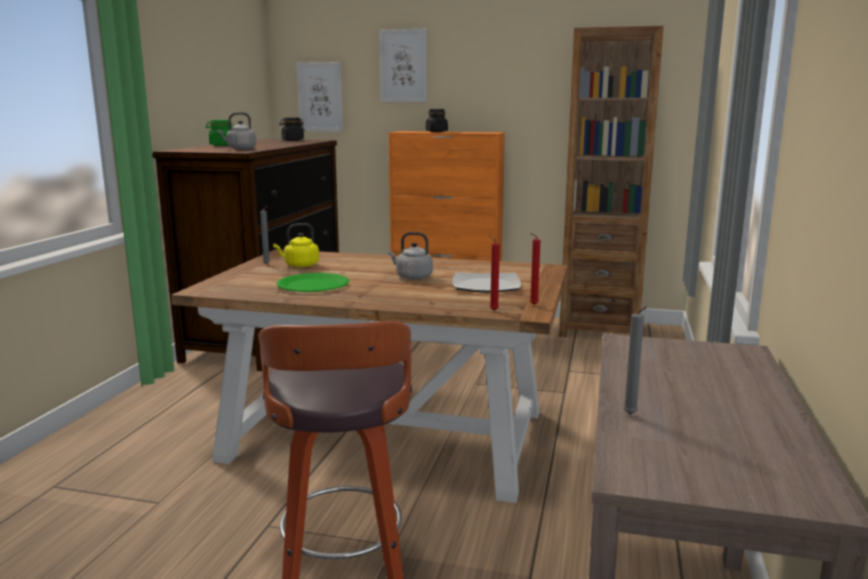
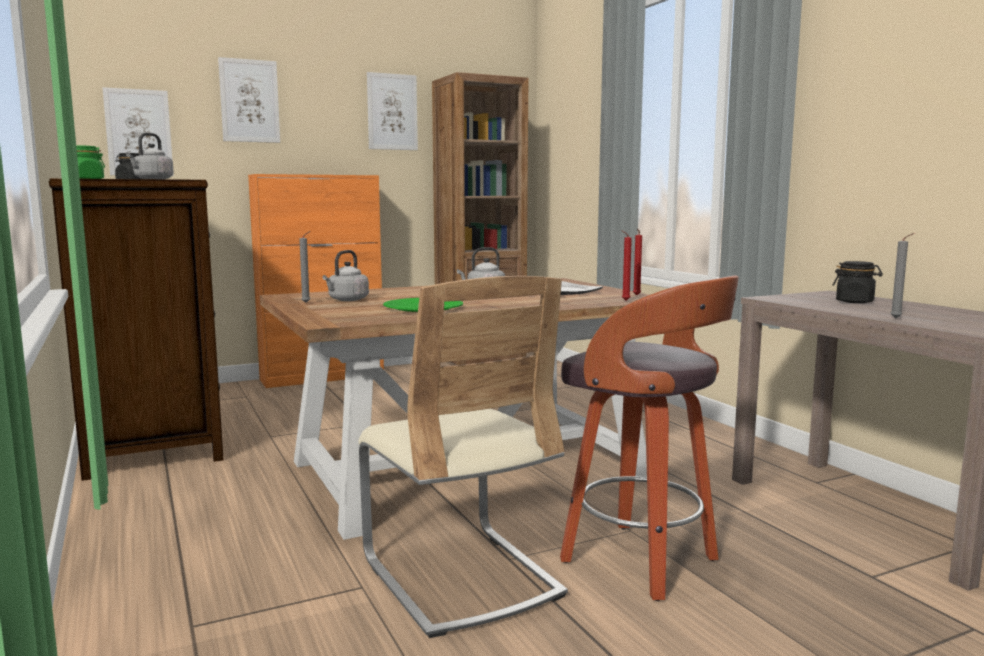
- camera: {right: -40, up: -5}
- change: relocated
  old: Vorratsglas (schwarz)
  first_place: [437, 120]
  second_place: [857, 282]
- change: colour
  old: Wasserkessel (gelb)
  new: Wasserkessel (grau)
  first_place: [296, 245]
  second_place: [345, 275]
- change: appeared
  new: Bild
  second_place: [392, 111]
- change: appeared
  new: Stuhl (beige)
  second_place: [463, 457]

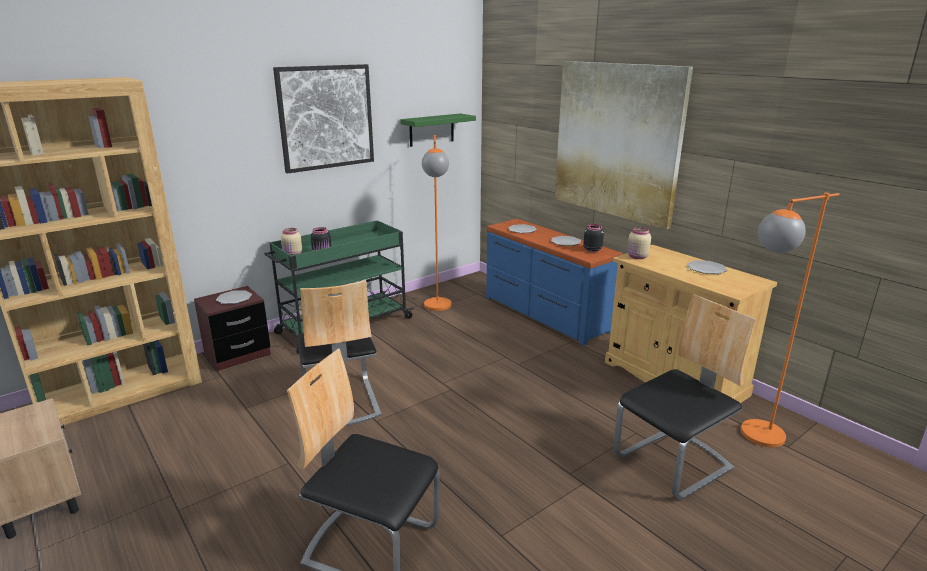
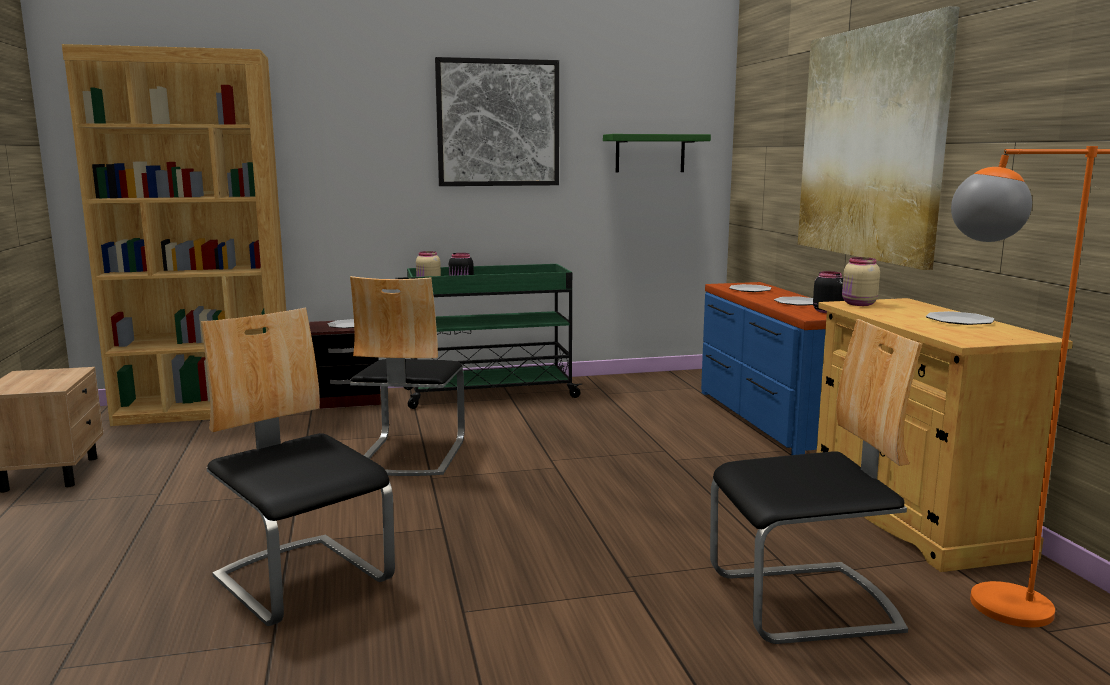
- camera: {right: 25, up: -10}
- change: missing
  old: Stehlampe (orange)
  first_place: [436, 223]

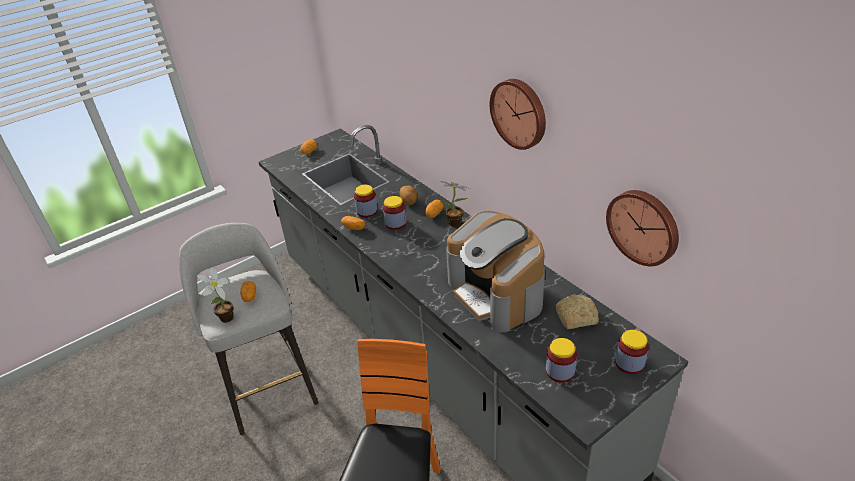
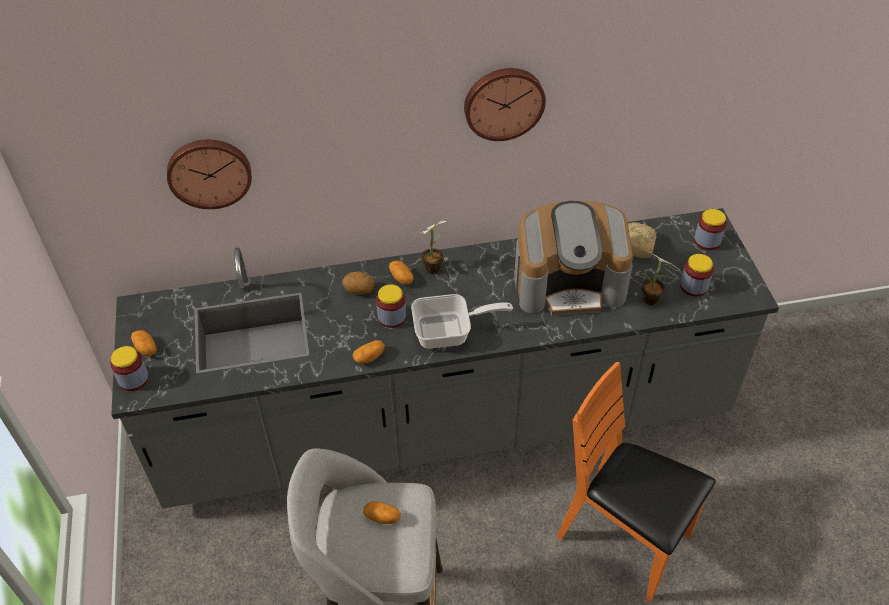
- camera: {right: -65, up: 10}
- change: relocated
  old: Vorratsglas
  first_place: [365, 201]
  second_place: [129, 368]
- change: relocated
  old: Wanduhr
  first_place: [642, 228]
  second_place: [209, 174]
- change: relocated
  old: Topfpflanze
  first_place: [215, 295]
  second_place: [658, 277]
- change: appeared
  new: Pfanne
  second_place: [462, 321]

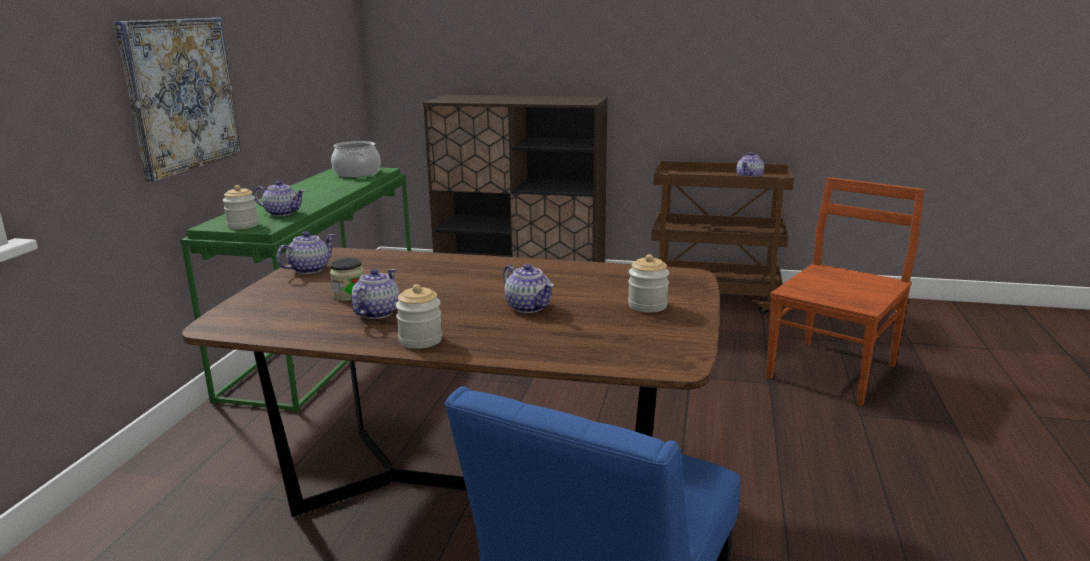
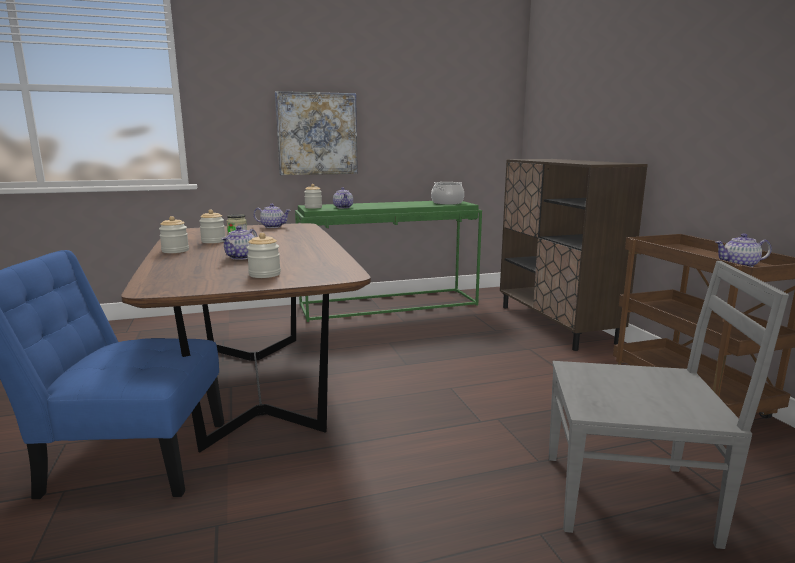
- camera: {right: 60, up: -5}
- change: colour
  old: Stuhl (braun)
  new: Stuhl (grau)
  first_place: [845, 291]
  second_place: [669, 405]
- change: exchanged
  old: Teekanne
  new: Vorratsglas
  first_place: [375, 294]
  second_place: [212, 226]

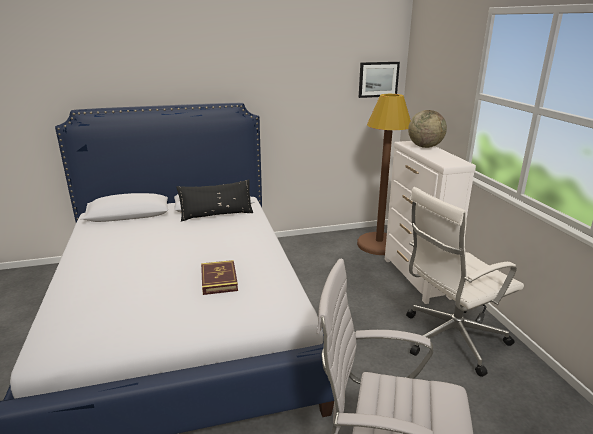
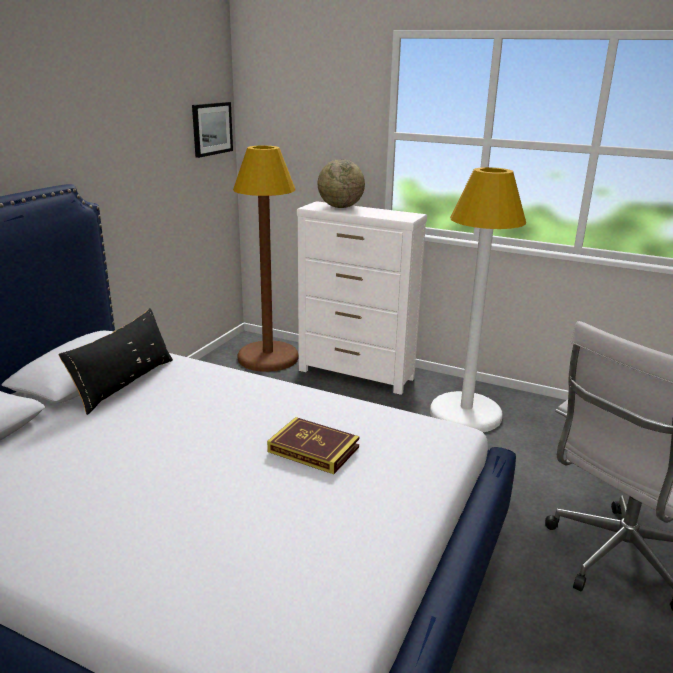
- camera: {right: -50, up: 0}
- change: exchanged
  old: Bürostuhl (weiß)
  new: Stehlampe (weiß)
  first_place: [465, 282]
  second_place: [478, 299]

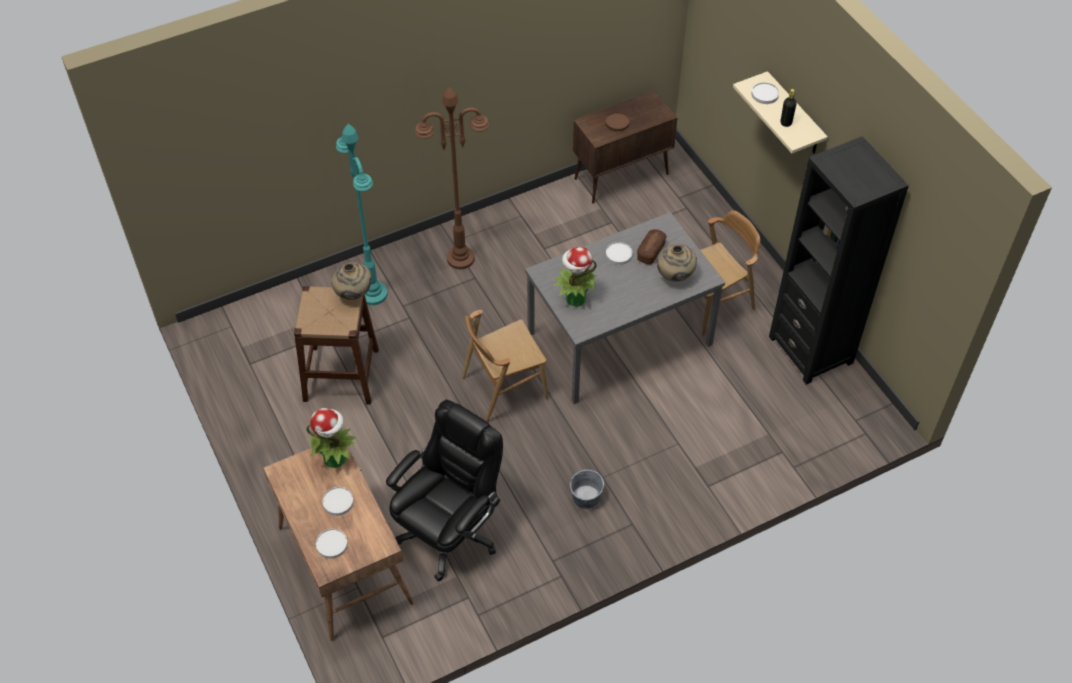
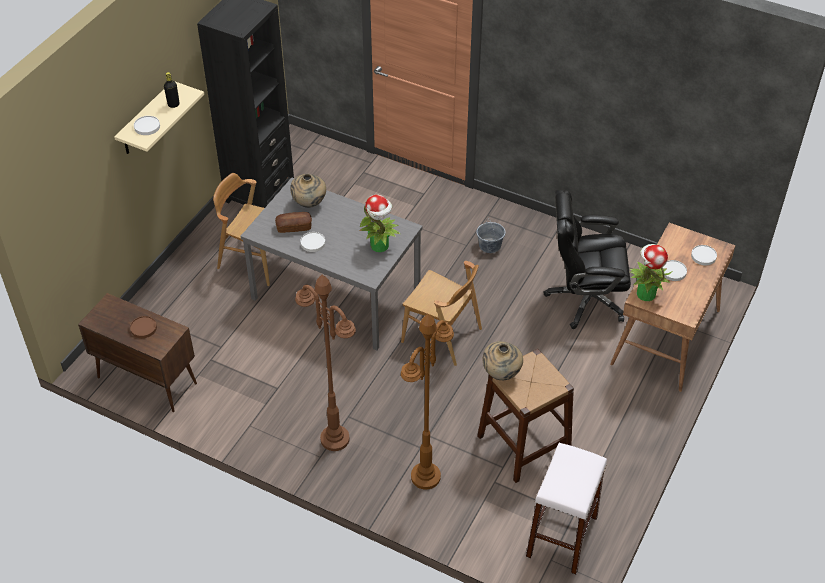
- camera: {right: -125, up: -5}
- change: colour
  old: Stehlampe (türkis)
  new: Stehlampe (braun)
  first_place: [362, 214]
  second_place: [427, 402]
- change: appeared
  new: Hocker (weiß)
  second_place: [566, 508]

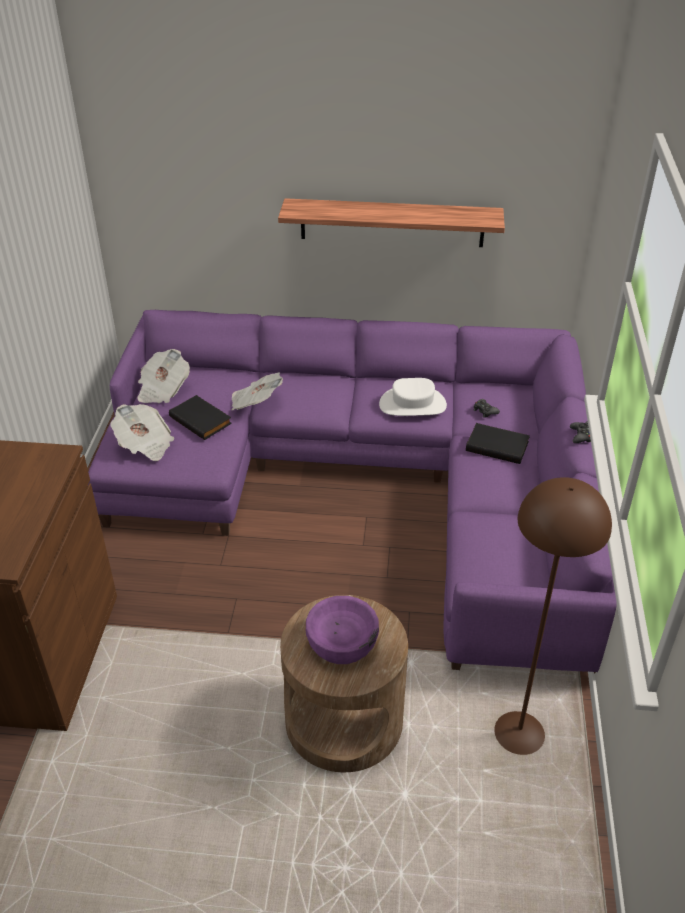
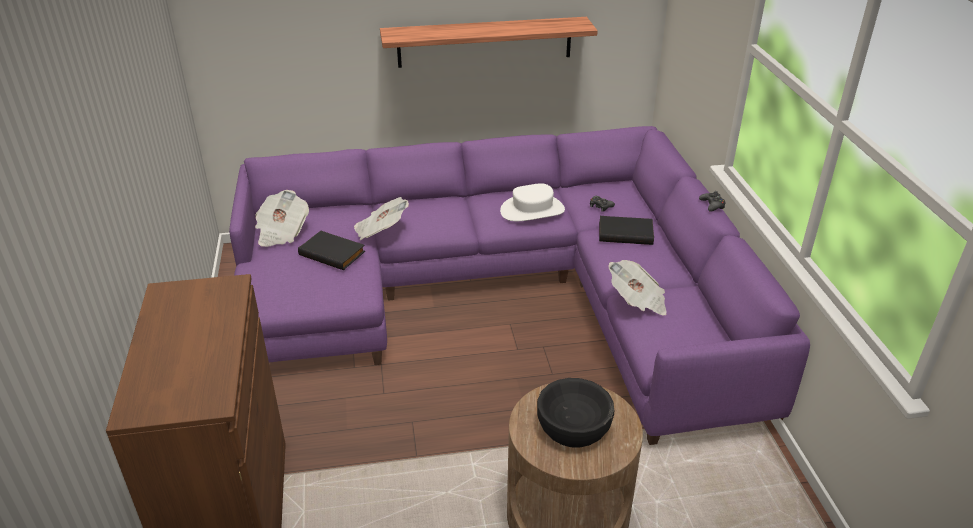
- camera: {right: -15, up: -5}
- change: relocated
  old: Zeitung
  first_place: [142, 432]
  second_place: [637, 287]
- change: missing
  old: Stehlampe (braun)
  first_place: [553, 616]
- change: colour
  old: Schüssel (lila)
  new: Schüssel (schwarz)
  first_place: [342, 630]
  second_place: [575, 413]

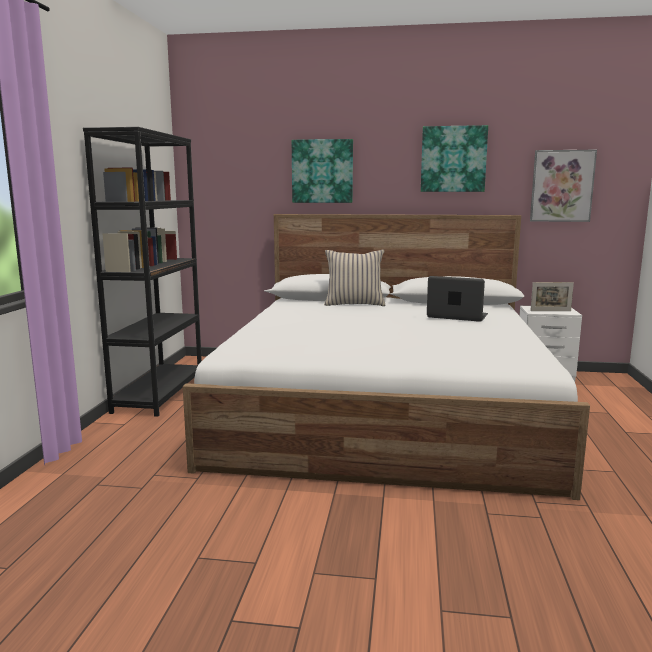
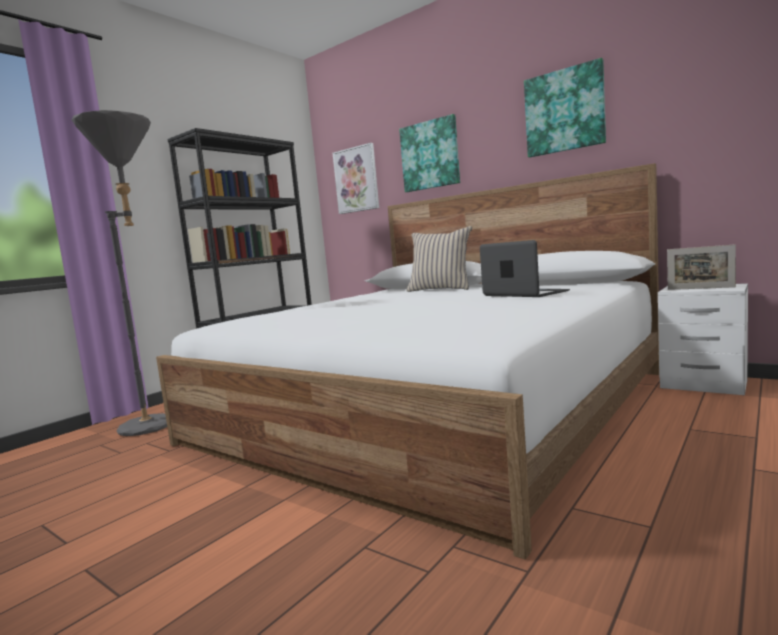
- camera: {right: 30, up: -5}
- change: relocated
  old: Bild
  first_place: [563, 186]
  second_place: [355, 178]
- change: appeared
  new: Stehlampe (grau)
  second_place: [119, 273]

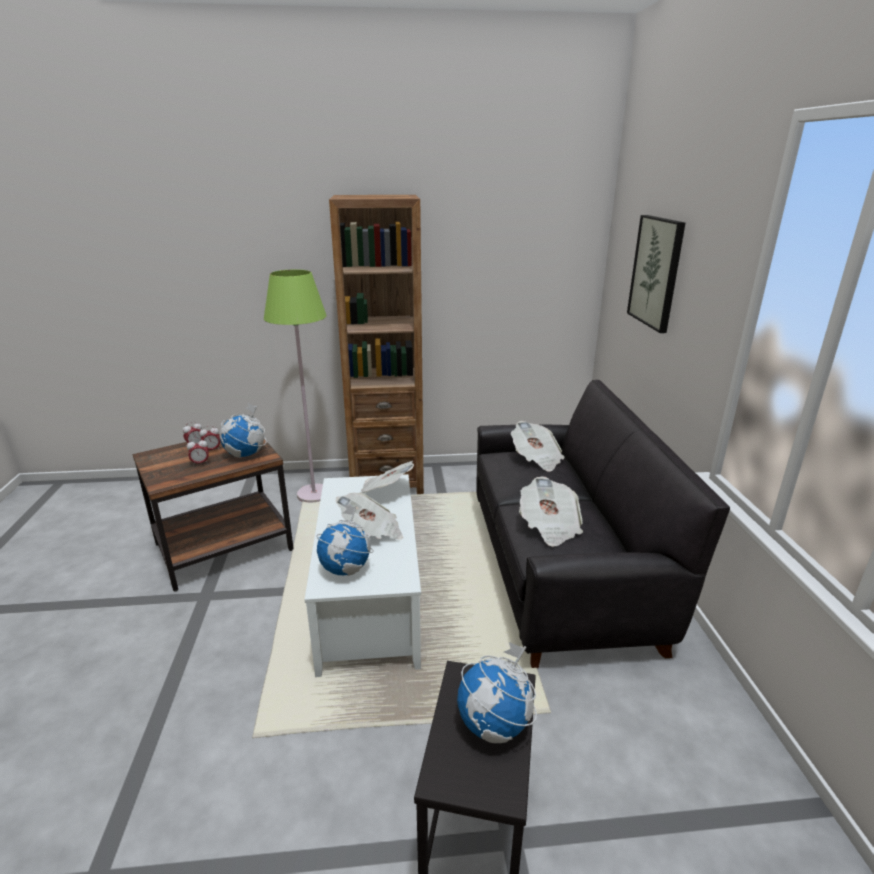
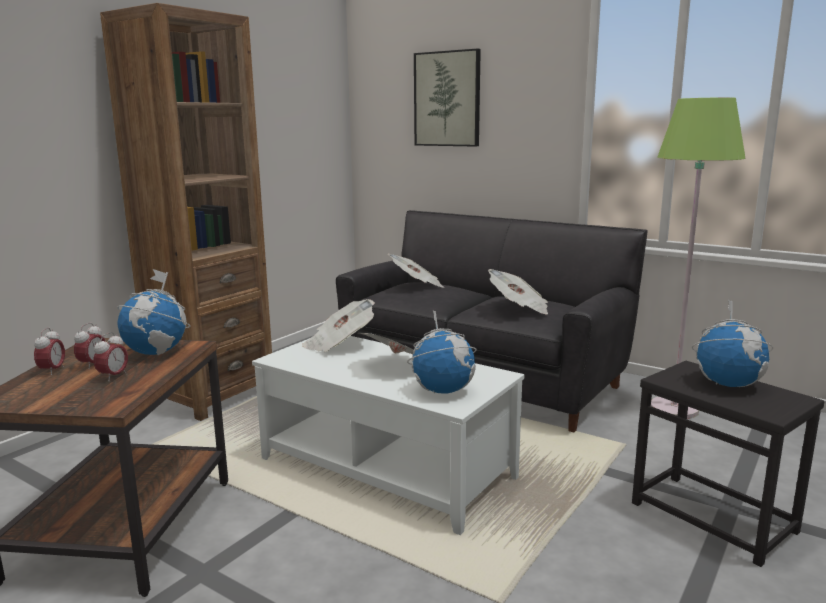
- camera: {right: -50, up: -10}
- change: relocated
  old: Stehlampe (grün)
  first_place: [295, 385]
  second_place: [698, 258]

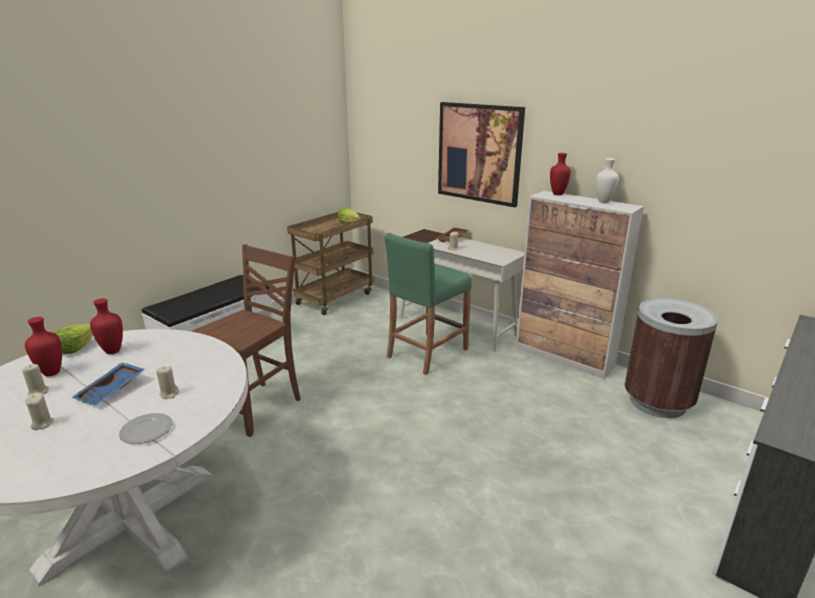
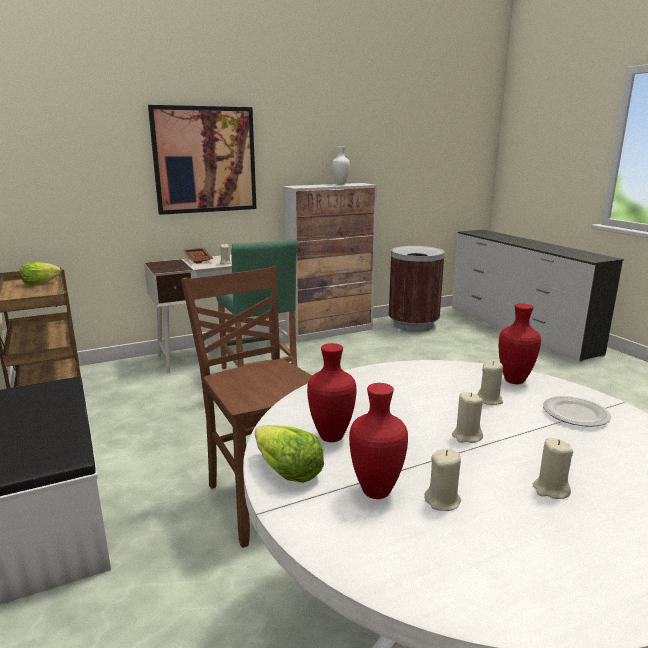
- camera: {right: -65, up: -5}
- change: relocated
  old: Vase (rot)
  first_place: [560, 174]
  second_place: [520, 343]
- change: exchanged
  old: Tablett (blau)
  new: Kerze (beige)
  first_place: [108, 384]
  second_place: [467, 417]

